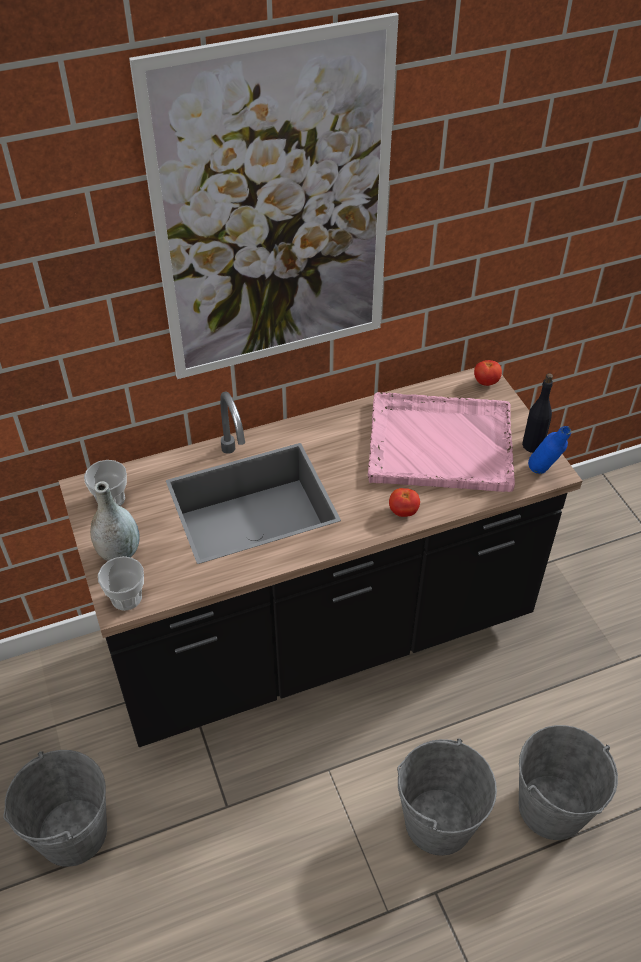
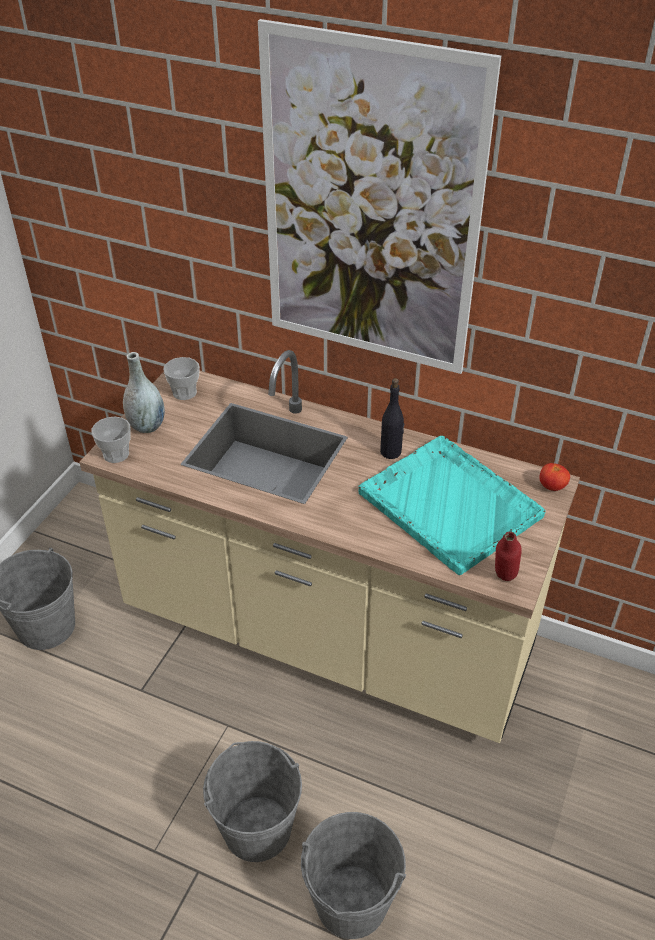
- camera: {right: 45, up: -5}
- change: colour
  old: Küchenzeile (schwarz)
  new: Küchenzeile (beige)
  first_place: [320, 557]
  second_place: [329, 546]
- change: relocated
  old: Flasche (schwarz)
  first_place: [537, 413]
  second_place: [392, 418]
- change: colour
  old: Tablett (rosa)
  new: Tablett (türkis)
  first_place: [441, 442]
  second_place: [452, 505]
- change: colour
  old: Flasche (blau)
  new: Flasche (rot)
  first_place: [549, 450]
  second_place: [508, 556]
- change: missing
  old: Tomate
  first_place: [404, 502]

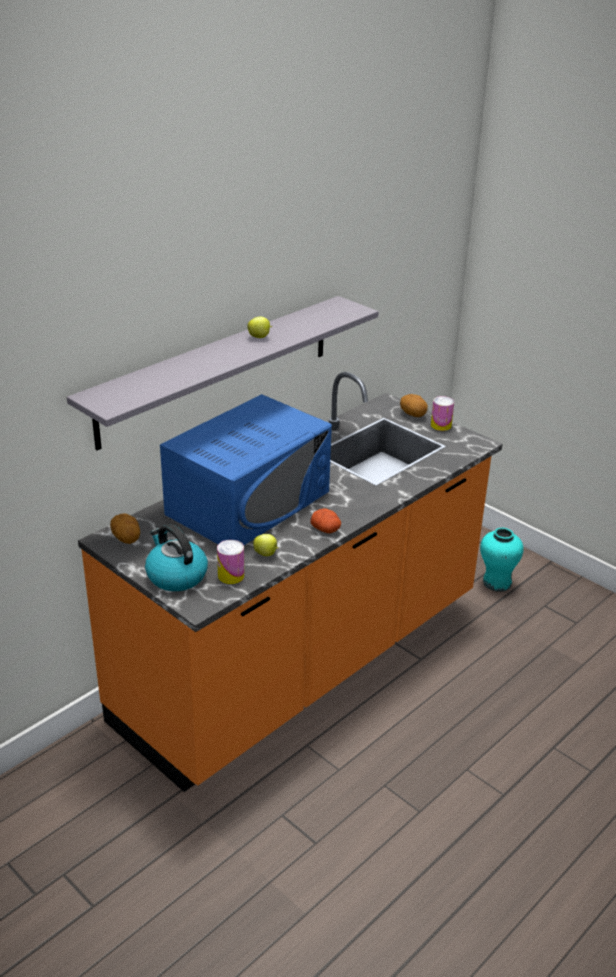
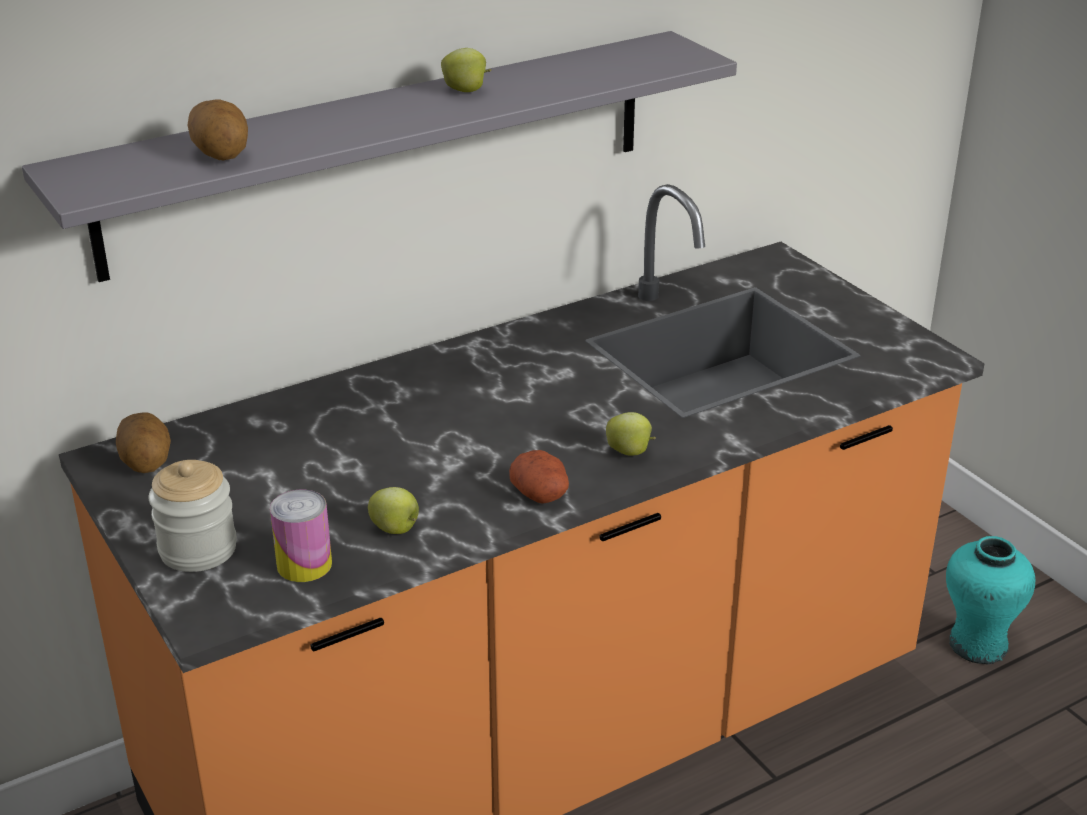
- camera: {right: 15, up: 0}
- change: missing
  old: Mikrowelle (blau)
  first_place: [246, 469]
- change: relocated
  old: Kartoffel
  first_place: [414, 405]
  second_place: [217, 129]
- change: missing
  old: Dose
  first_place: [442, 413]
- change: exchanged
  old: Wasserkessel
  new: Vorratsglas
  first_place: [176, 557]
  second_place: [193, 516]
- change: appeared
  new: Apfel
  second_place: [631, 434]

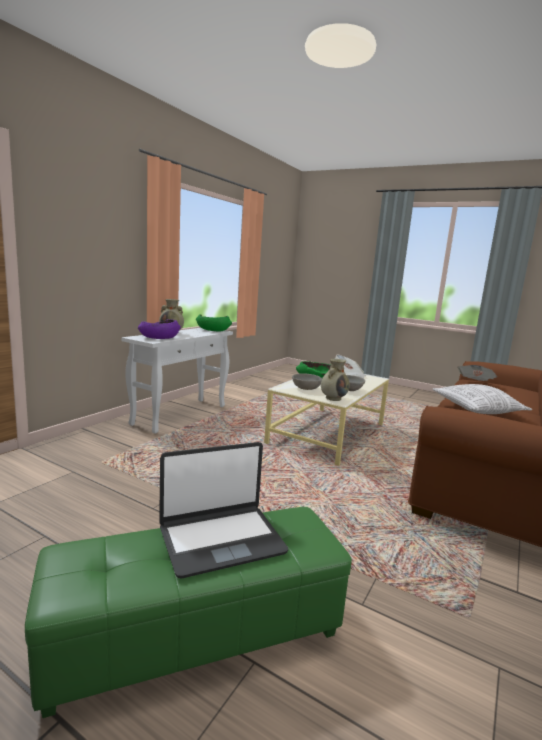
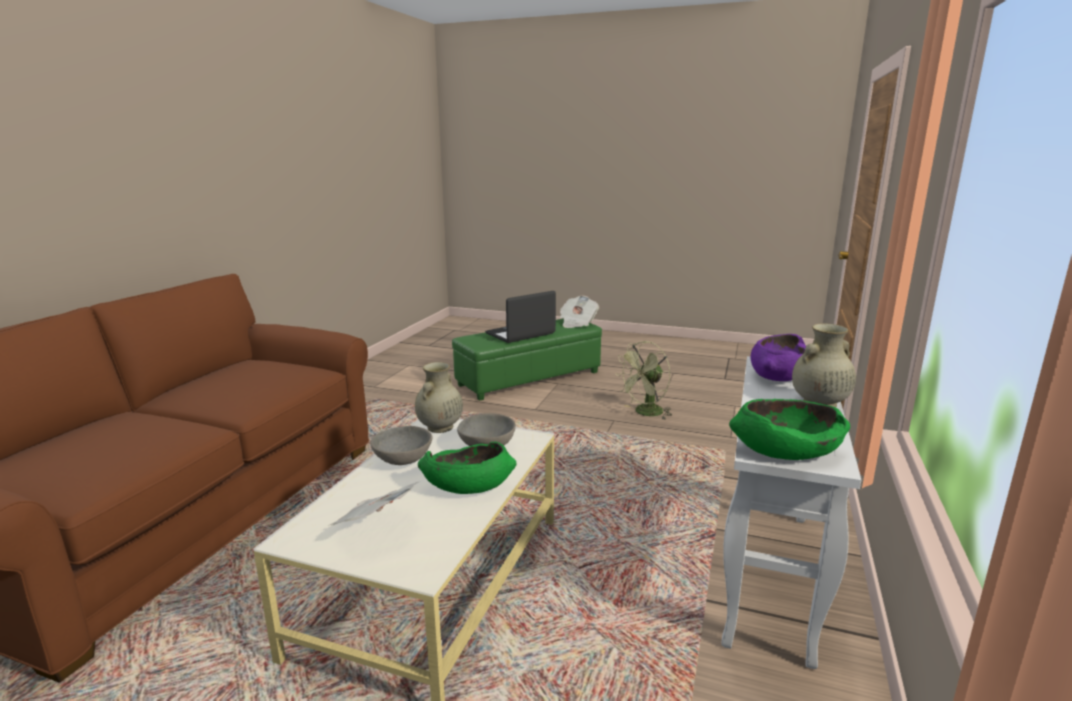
- camera: {right: 170, up: 5}
- change: relocated
  old: Zeitung
  first_place: [477, 373]
  second_place: [579, 312]
- change: missing
  old: Kissen
  first_place: [482, 399]
- change: appeared
  new: Ventilator (grün)
  second_place: [643, 380]

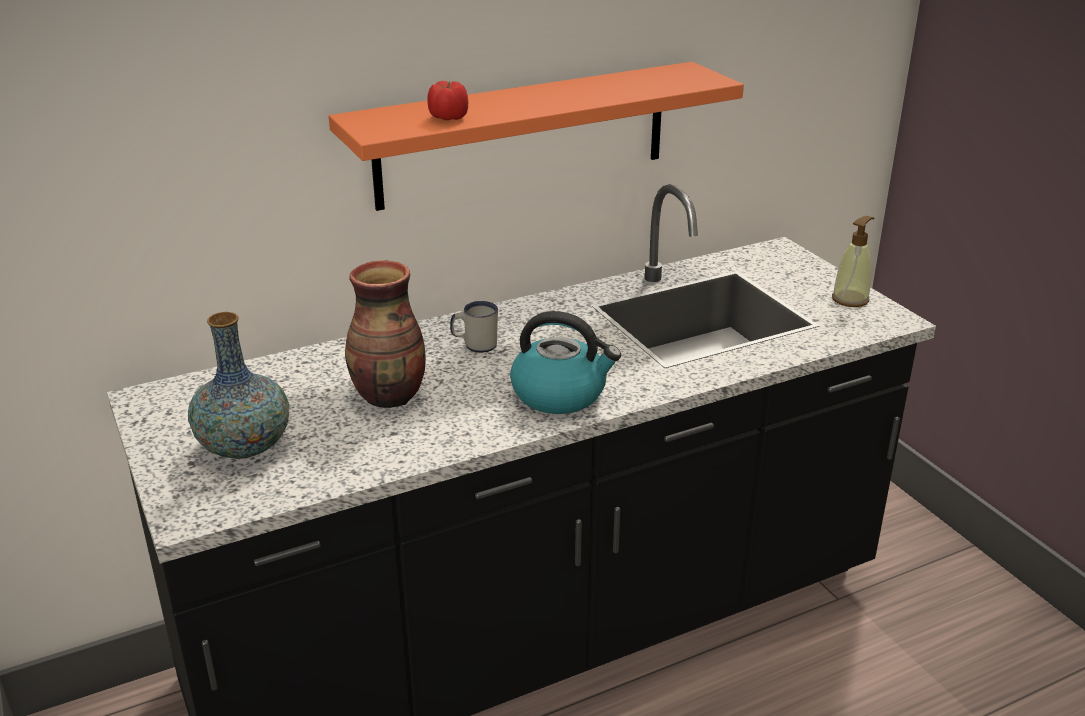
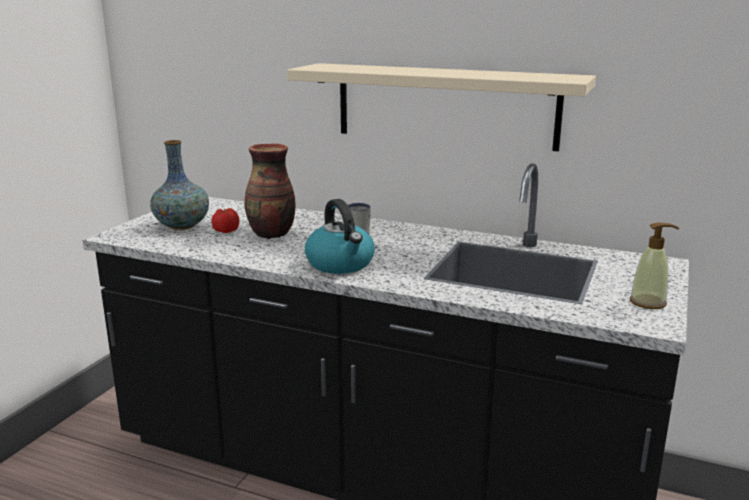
- camera: {right: 50, up: -10}
- change: colour
  old: Wandregal (orange)
  new: Wandregal (beige)
  first_place: [536, 136]
  second_place: [441, 107]
- change: relocated
  old: Tomate
  first_place: [447, 100]
  second_place: [225, 220]

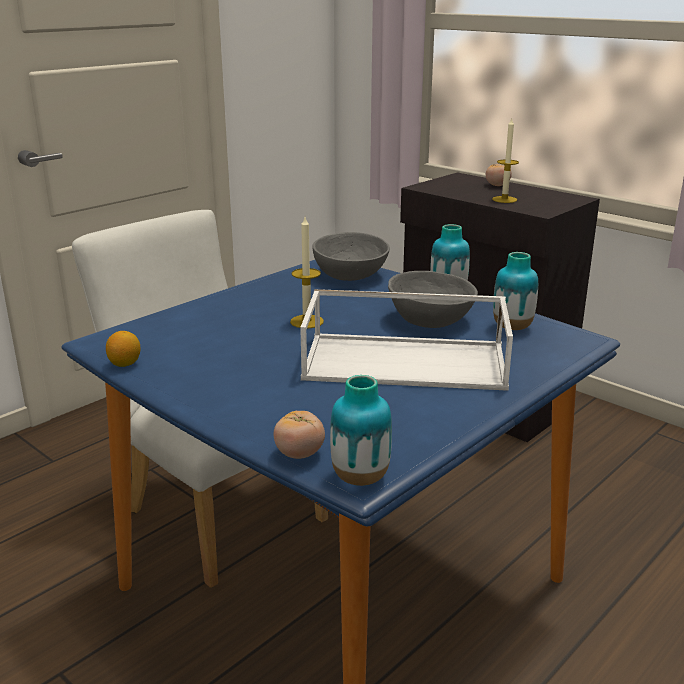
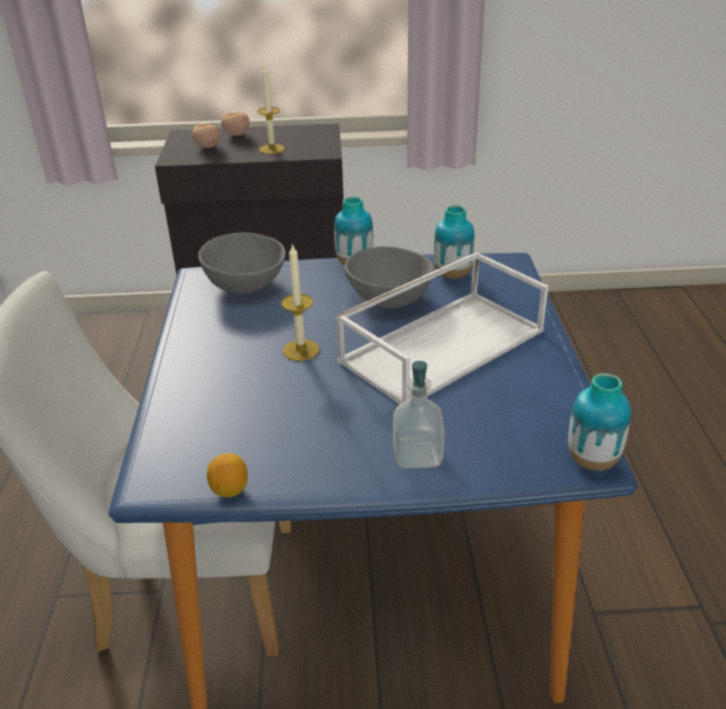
- camera: {right: -45, up: 10}
- change: relocated
  old: Tomate
  first_place: [299, 435]
  second_place: [206, 135]
- change: appeared
  new: Seifenspender
  second_place: [419, 414]

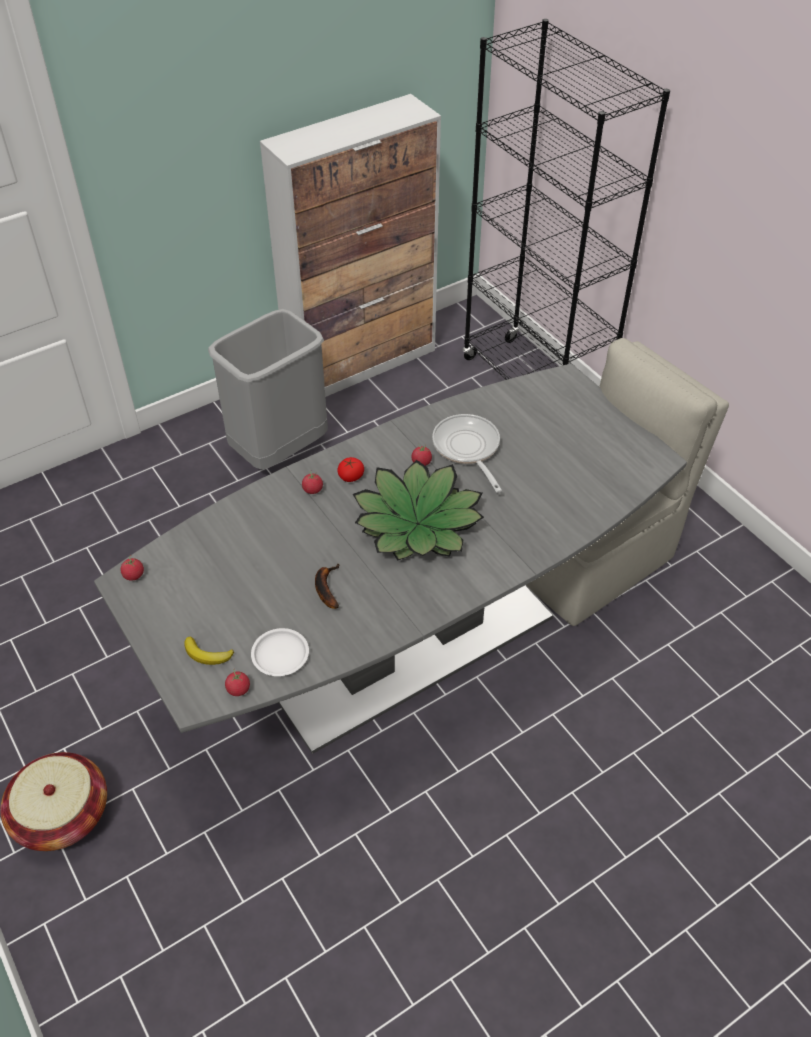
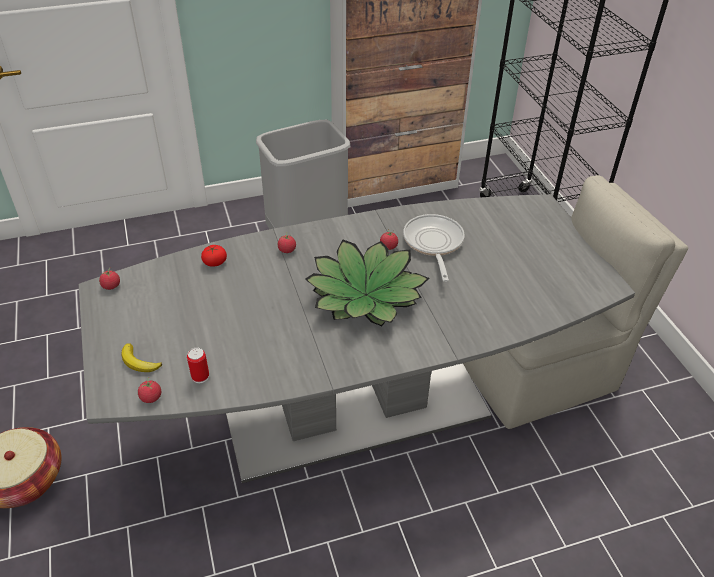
- camera: {right: 15, up: -5}
- change: relocated
  old: Tomate
  first_place: [350, 469]
  second_place: [214, 255]
- change: missing
  old: Banane
  first_place: [327, 586]
- change: exchanged
  old: Teller (weiß)
  new: Dose
  first_place: [280, 652]
  second_place: [198, 365]

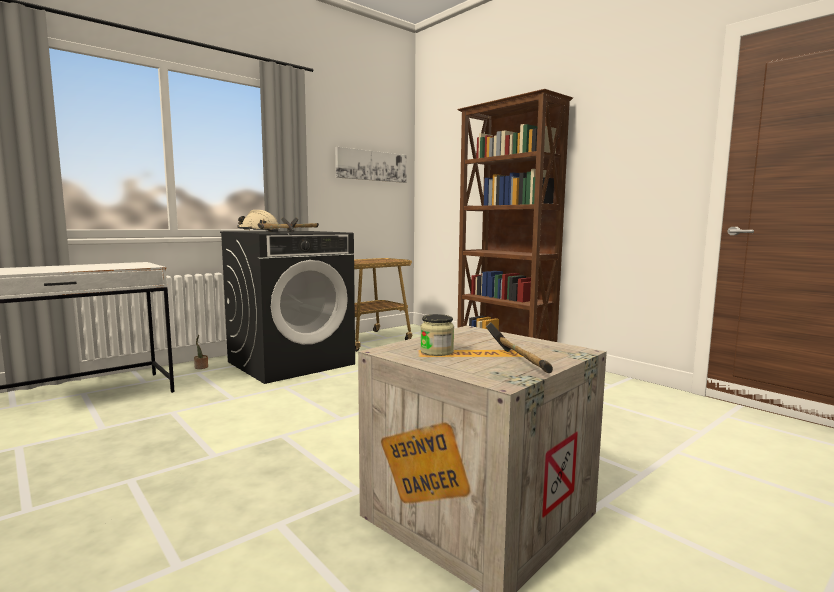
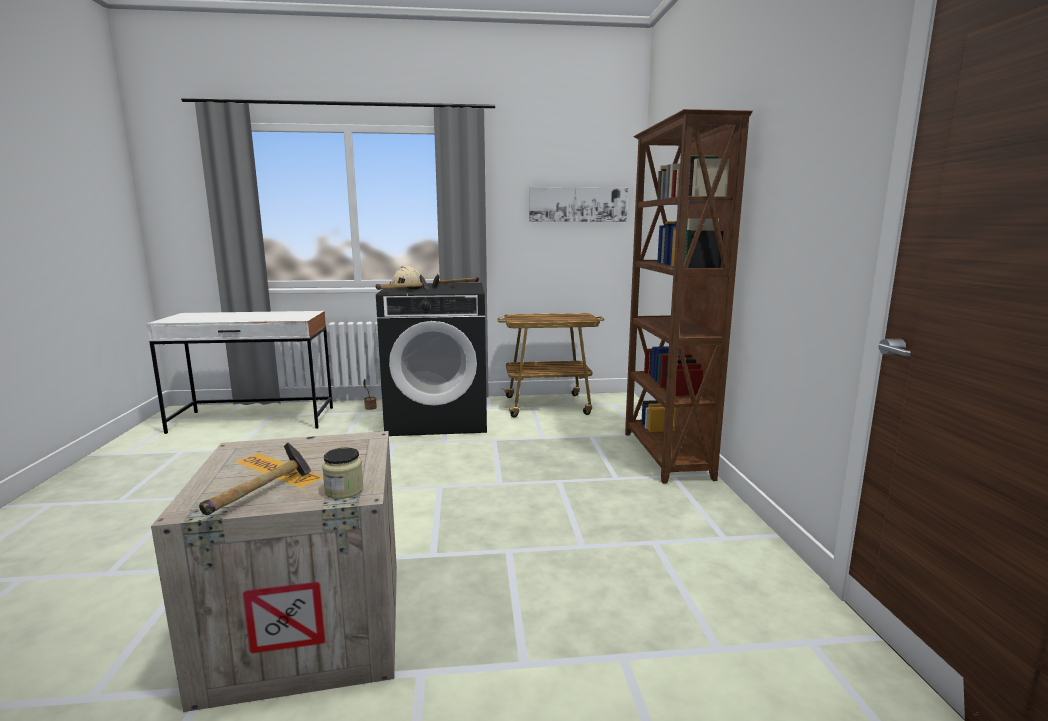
- camera: {right: 35, up: 5}
- change: relocated
  old: Vorratsglas
  first_place: [437, 335]
  second_place: [343, 473]

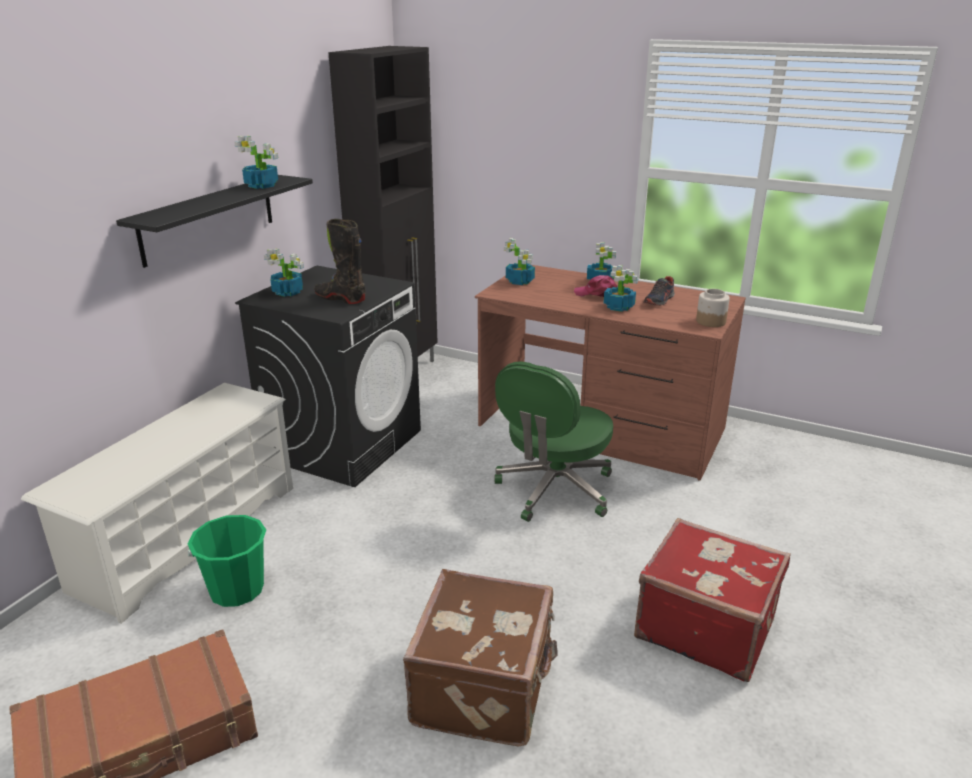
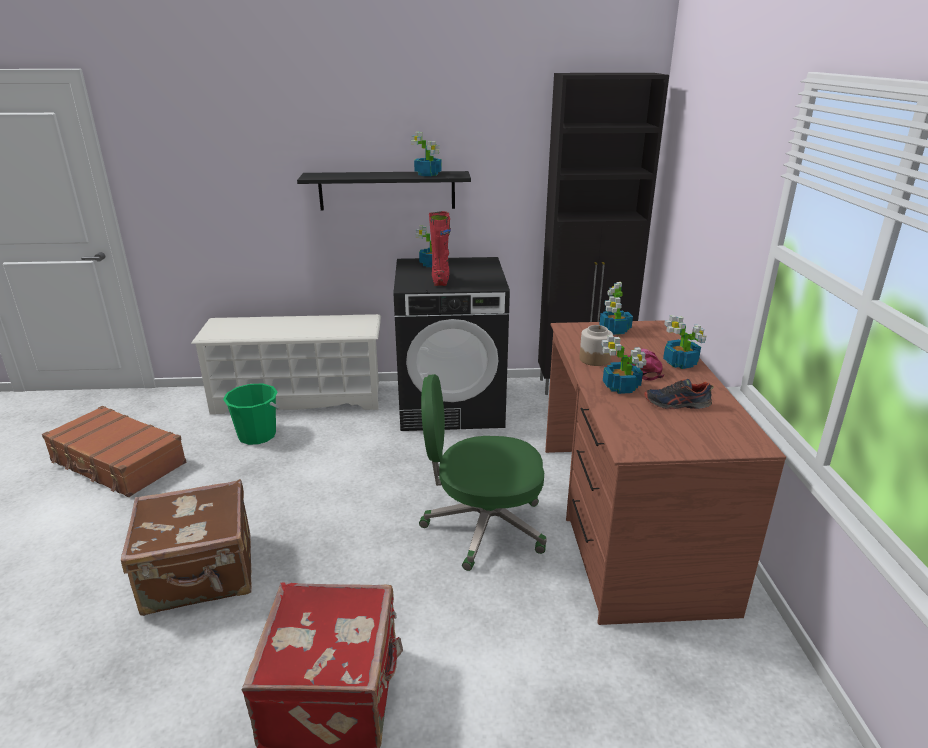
- camera: {right: 60, up: 0}
- change: colour
  old: Stiefel (schwarz)
  new: Stiefel (rot)
  first_place: [340, 261]
  second_place: [440, 248]
- change: relocated
  old: Vorratsglas
  first_place: [713, 308]
  second_place: [596, 345]

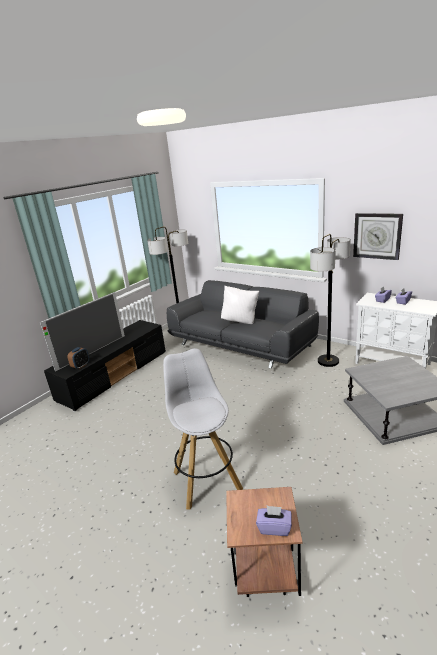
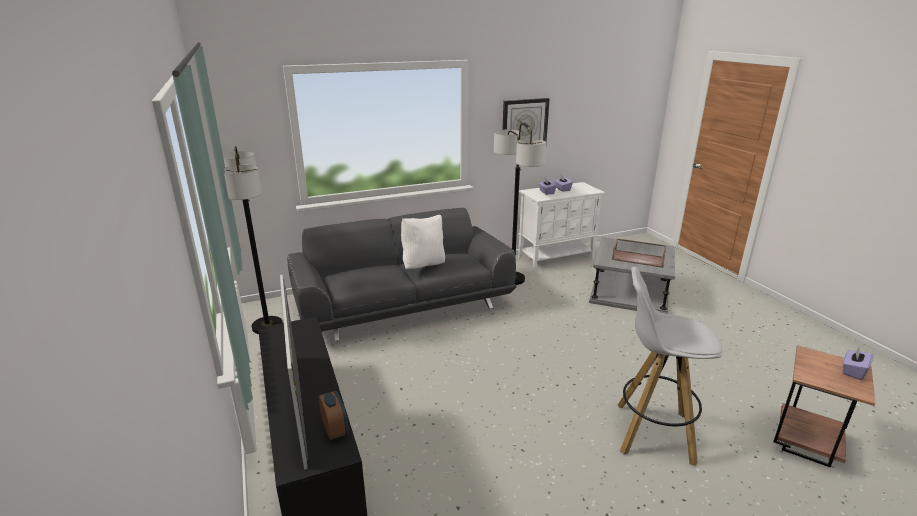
- camera: {right: -60, up: 0}
- change: appeared
  new: Tablett (braun)
  second_place: [639, 253]

